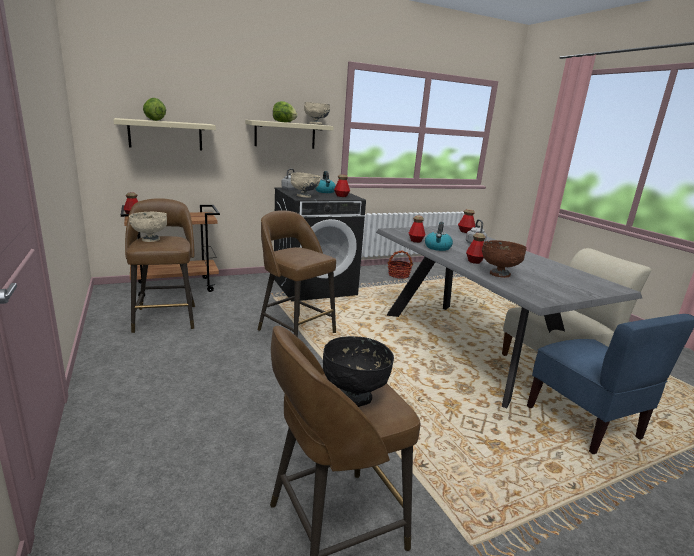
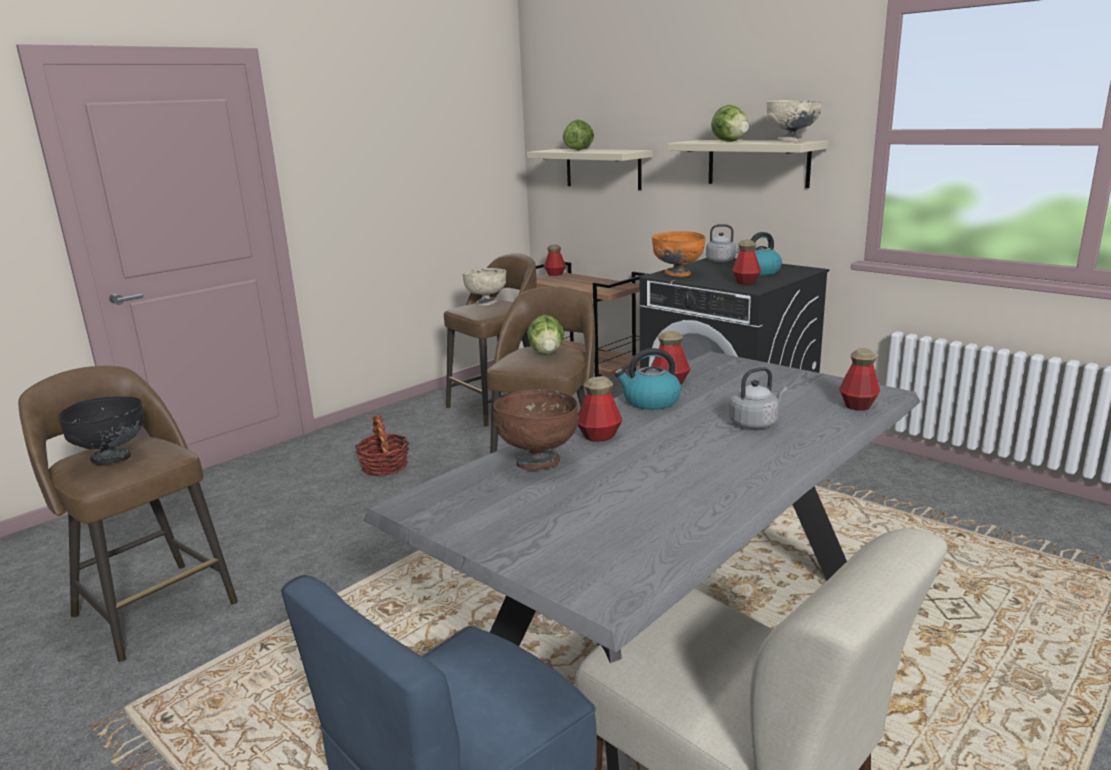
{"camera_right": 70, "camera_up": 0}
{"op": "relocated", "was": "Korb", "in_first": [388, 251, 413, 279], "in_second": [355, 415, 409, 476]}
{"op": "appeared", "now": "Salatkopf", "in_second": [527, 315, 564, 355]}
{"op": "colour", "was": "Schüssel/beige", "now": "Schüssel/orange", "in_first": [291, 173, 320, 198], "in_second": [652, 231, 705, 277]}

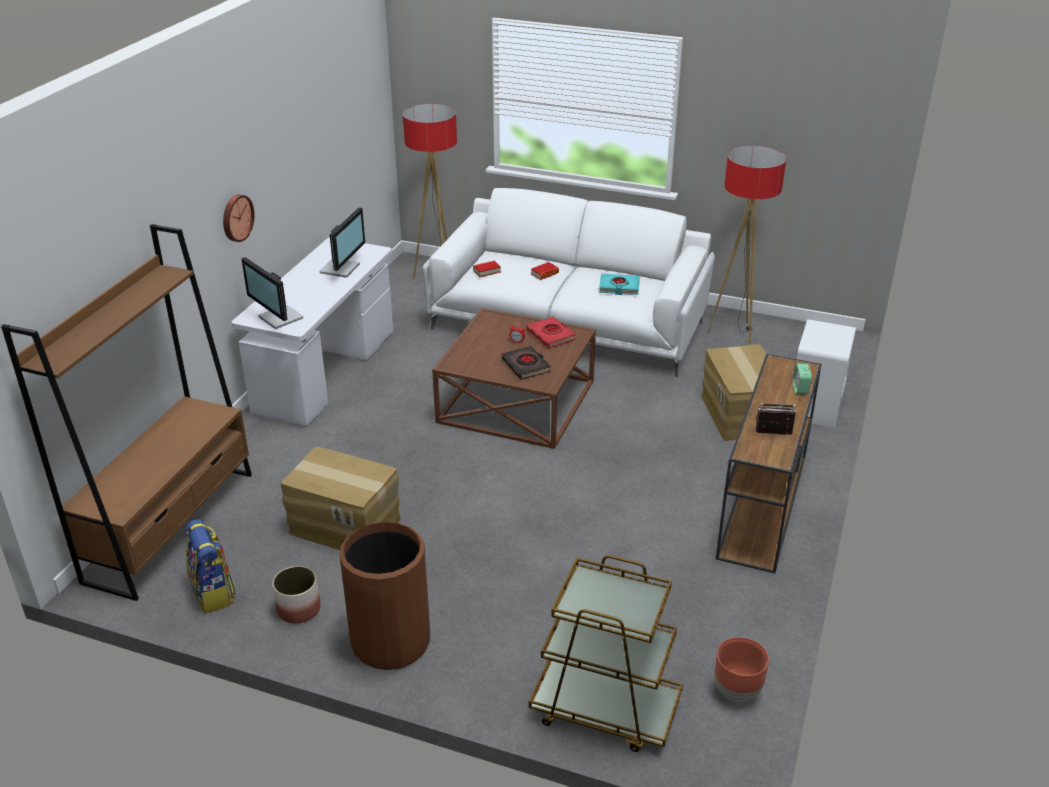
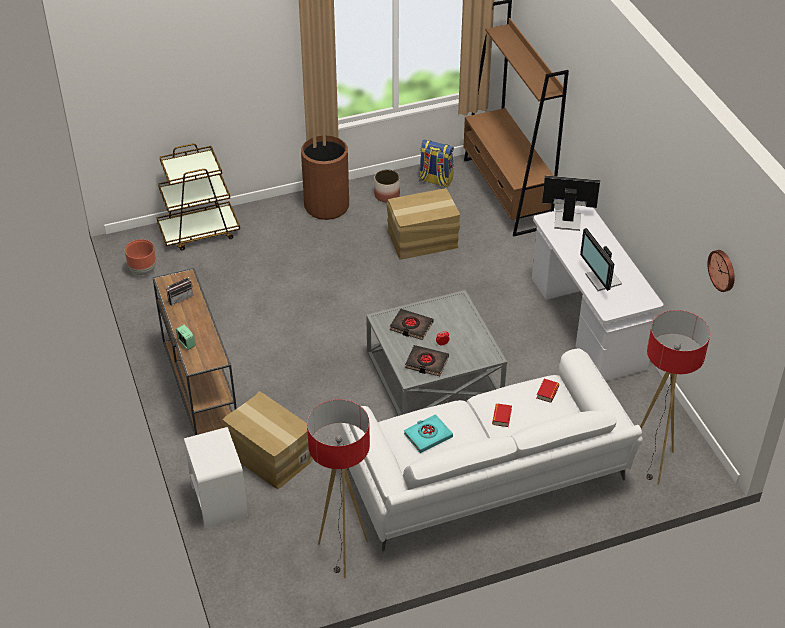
{"camera_right": 140, "camera_up": 10}
{"op": "colour", "was": "Couchtisch/braun", "now": "Couchtisch/grau", "in_first": [432, 308, 596, 449], "in_second": [366, 290, 507, 416]}
{"op": "colour", "was": "Buch/rot", "now": "Buch/schwarz", "in_first": [526, 317, 576, 348], "in_second": [405, 345, 449, 376]}
{"op": "relocated", "was": "Wanduhr", "in_first": [223, 195, 255, 242], "in_second": [707, 250, 735, 292]}

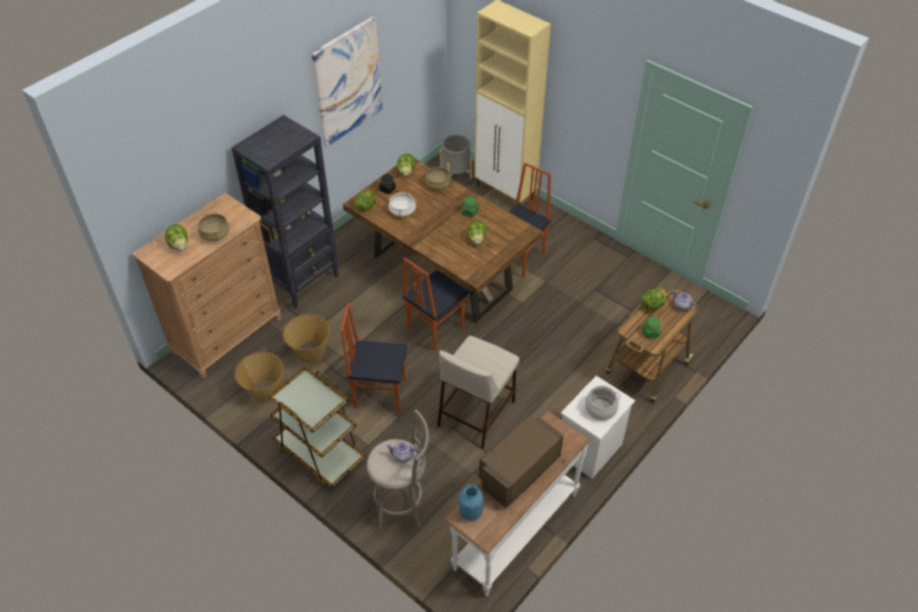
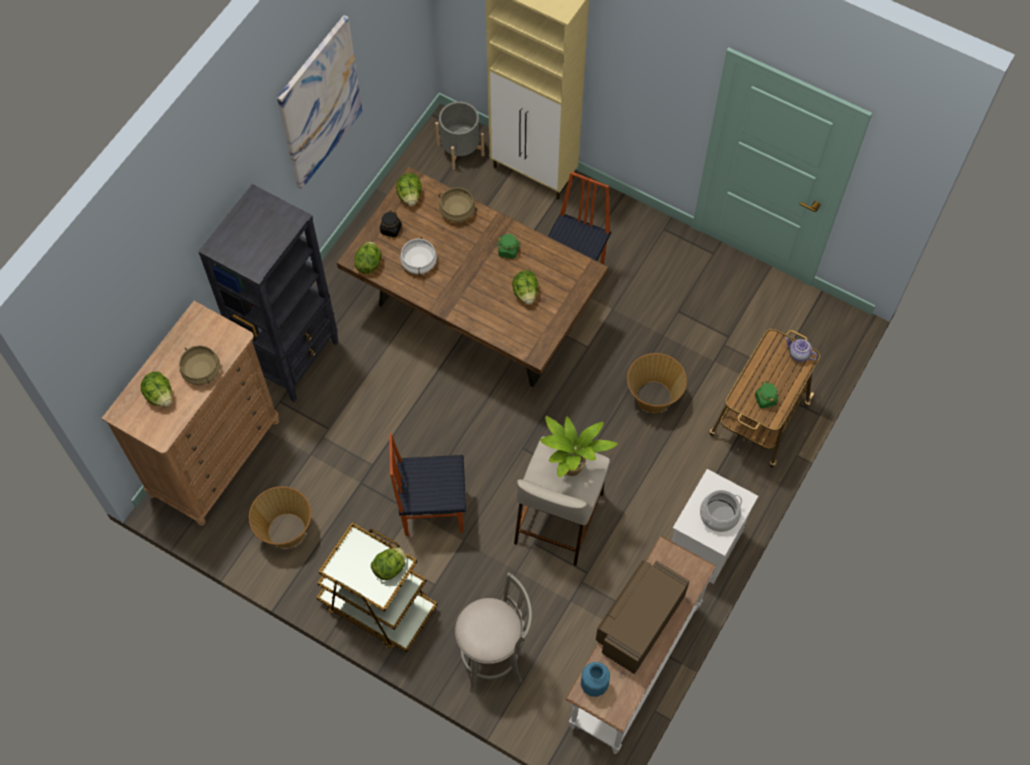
{"camera_right": -10, "camera_up": 15}
{"op": "relocated", "was": "Salatkopf", "in_first": [641, 289, 666, 310], "in_second": [371, 547, 406, 580]}
{"op": "appeared", "now": "Topfpflanze", "in_second": [540, 416, 618, 477]}
{"op": "relocated", "was": "Korb", "in_first": [283, 314, 330, 363], "in_second": [627, 353, 687, 413]}
{"op": "missing", "was": "Teekanne", "in_first": [386, 442, 420, 463]}
{"op": "missing", "was": "Stuhl", "in_first": [403, 257, 469, 351]}

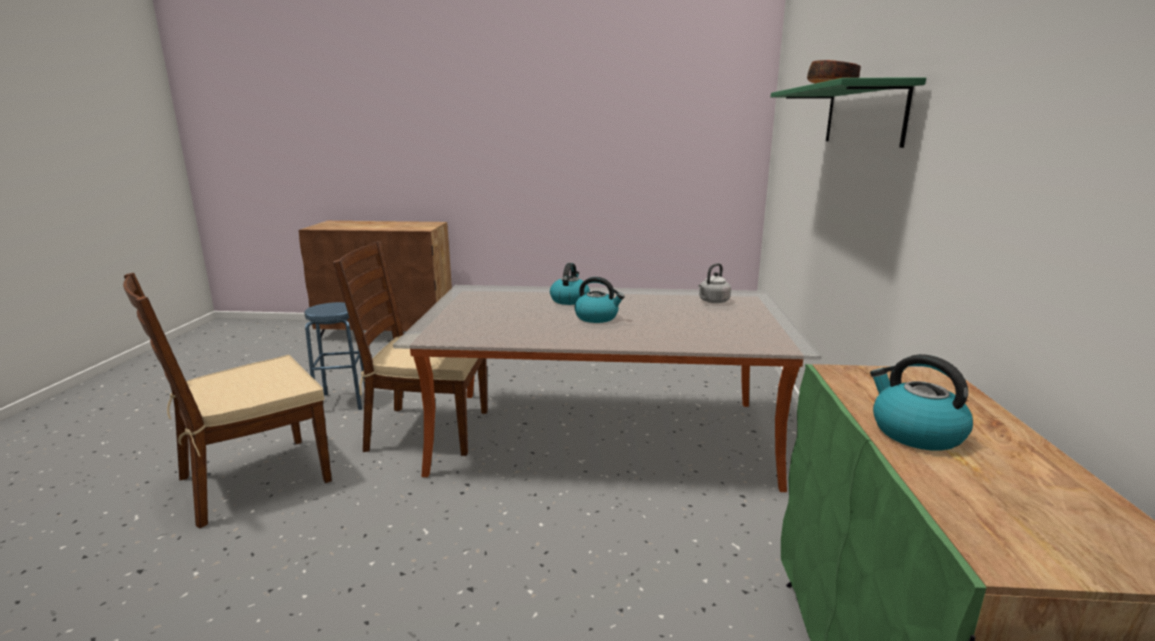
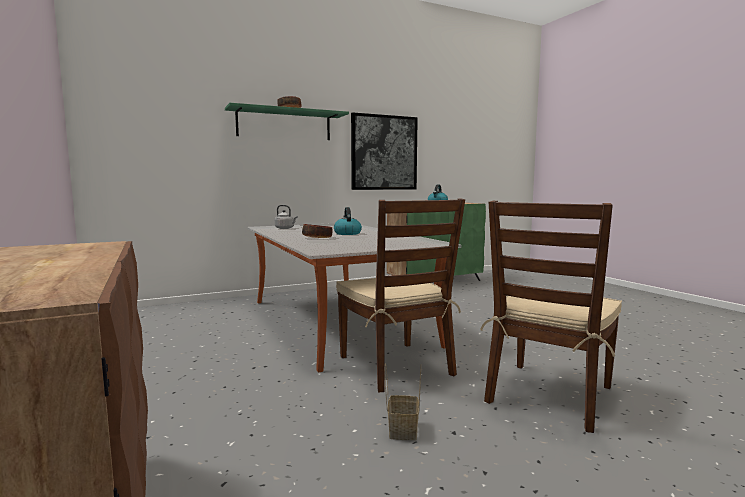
{"camera_right": -120, "camera_up": -10}
{"op": "exchanged", "was": "Wasserkessel", "now": "Schüssel", "in_first": [550, 263, 590, 305], "in_second": [302, 224, 332, 238]}
{"op": "appeared", "now": "Bild", "in_second": [351, 112, 418, 190]}
{"op": "exchanged", "was": "Hocker/blau", "now": "Korb", "in_first": [304, 302, 365, 410], "in_second": [385, 363, 421, 440]}
{"op": "spun", "was": "Stuhl/braun", "in_first": [123, 273, 332, 528], "in_second": [480, 201, 622, 433], "clockwise": 105}

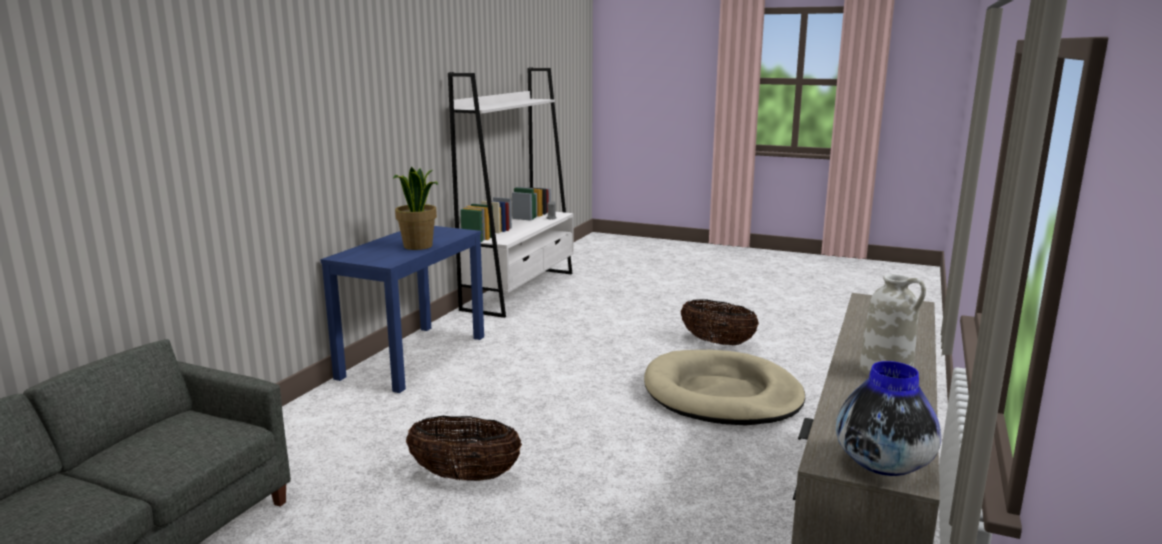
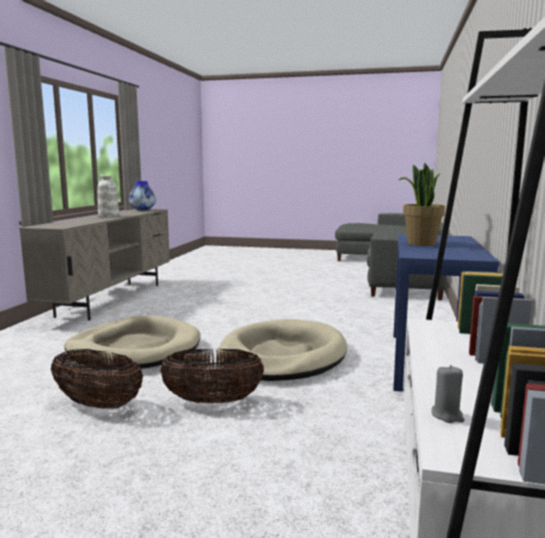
{"camera_right": 170, "camera_up": -5}
{"op": "relocated", "was": "Korb", "in_first": [406, 416, 522, 481], "in_second": [160, 349, 264, 403]}
{"op": "appeared", "now": "Hundebett/beige", "in_second": [218, 319, 347, 381]}

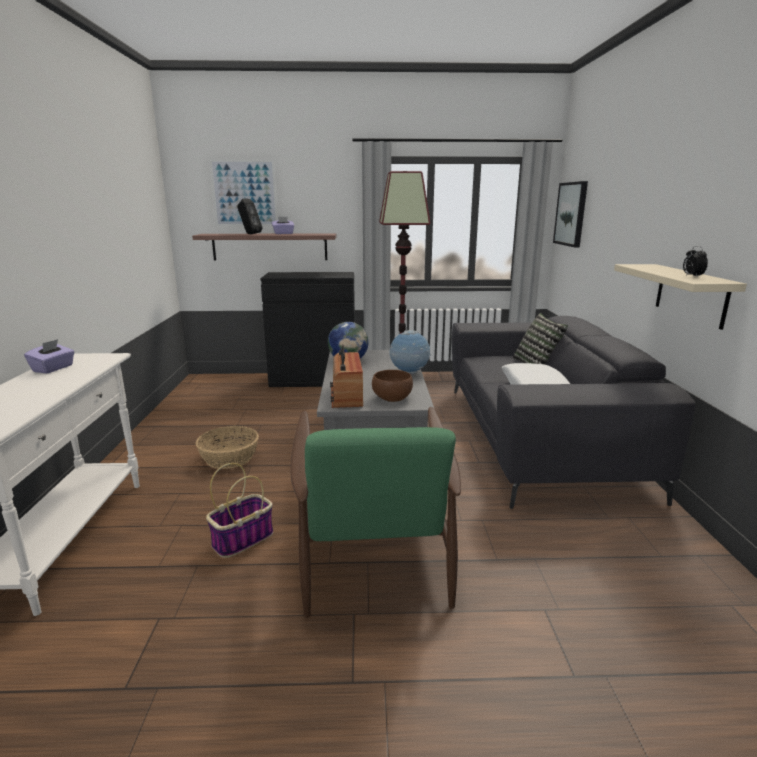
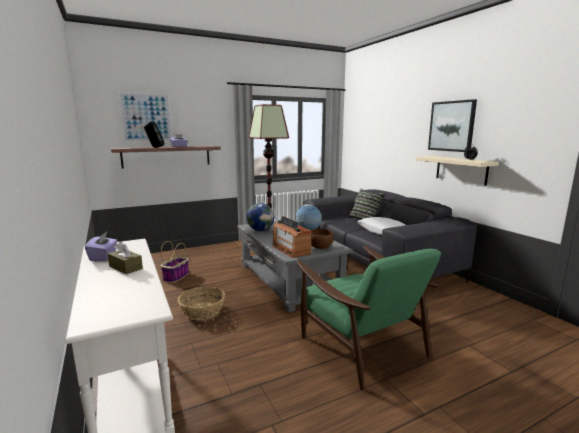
{"camera_right": -25, "camera_up": -5}
{"op": "appeared", "now": "Taschentuchbox/braun", "in_second": [108, 241, 143, 274]}
{"op": "relocated", "was": "Korb", "in_first": [206, 463, 273, 558], "in_second": [161, 241, 189, 283]}
{"op": "relocated", "was": "Bild", "in_first": [553, 181, 588, 248], "in_second": [428, 99, 477, 152]}
{"op": "missing", "was": "Schrank/schwarz", "in_first": [260, 272, 355, 387]}

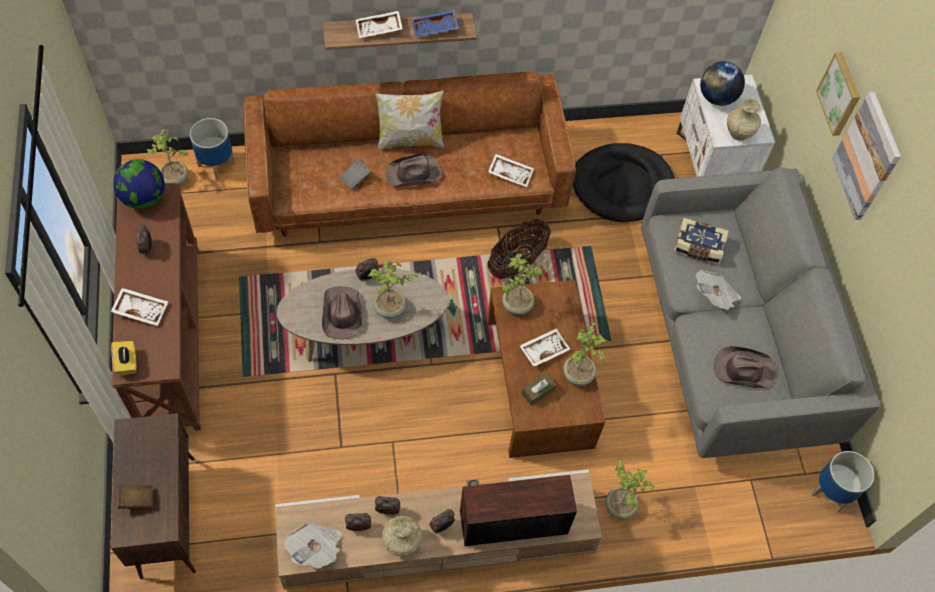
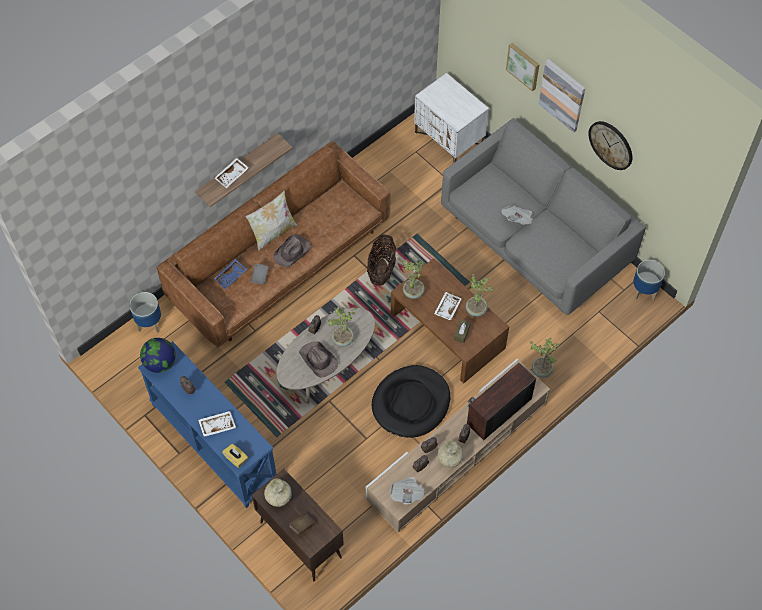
{"camera_right": -30, "camera_up": 0}
{"op": "colour", "was": "Konsolentisch/braun", "now": "Konsolentisch/blau", "in_first": [111, 182, 201, 431], "in_second": [138, 341, 276, 508]}
{"op": "relocated", "was": "Tablett/blau", "in_first": [411, 10, 459, 37], "in_second": [214, 259, 247, 289]}
{"op": "relocated", "was": "Vase/beige", "in_first": [727, 99, 761, 141], "in_second": [264, 479, 292, 507]}
{"op": "relocated", "was": "Hundebett/schwarz", "in_first": [573, 143, 675, 222], "in_second": [372, 365, 450, 438]}
{"op": "appeared", "now": "Wanduhr", "in_second": [588, 121, 632, 170]}
{"op": "missing", "was": "Topfpflanze", "in_first": [146, 129, 188, 184]}
{"op": "missing", "was": "Tablett/weiß", "in_first": [488, 154, 534, 187]}
{"op": "missing", "was": "Buch", "in_first": [674, 218, 729, 264]}
{"op": "missing", "was": "Globus", "in_first": [700, 61, 745, 106]}
{"op": "missing", "was": "Hut/braun", "in_first": [714, 346, 776, 390]}

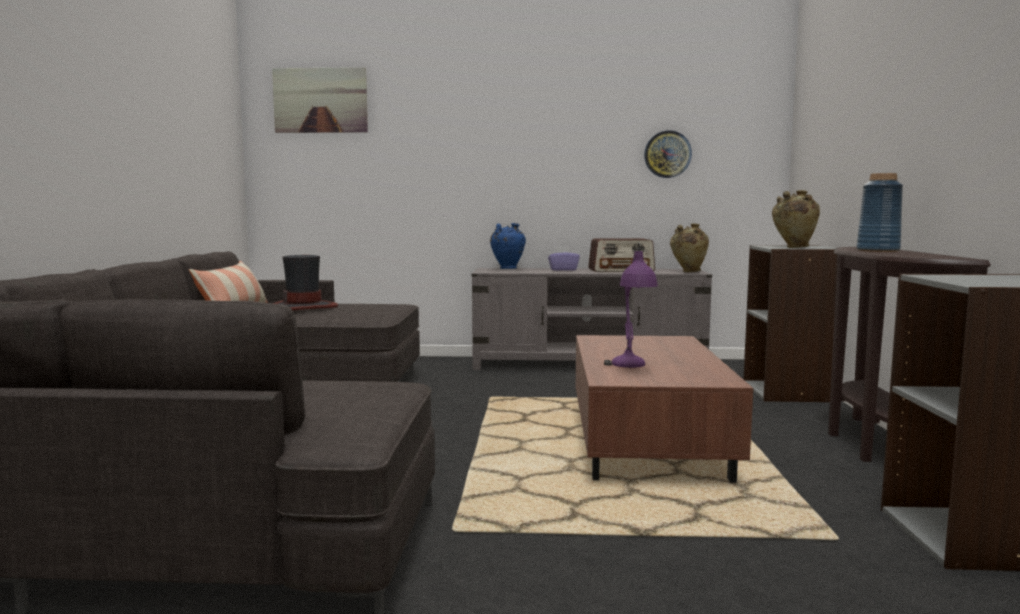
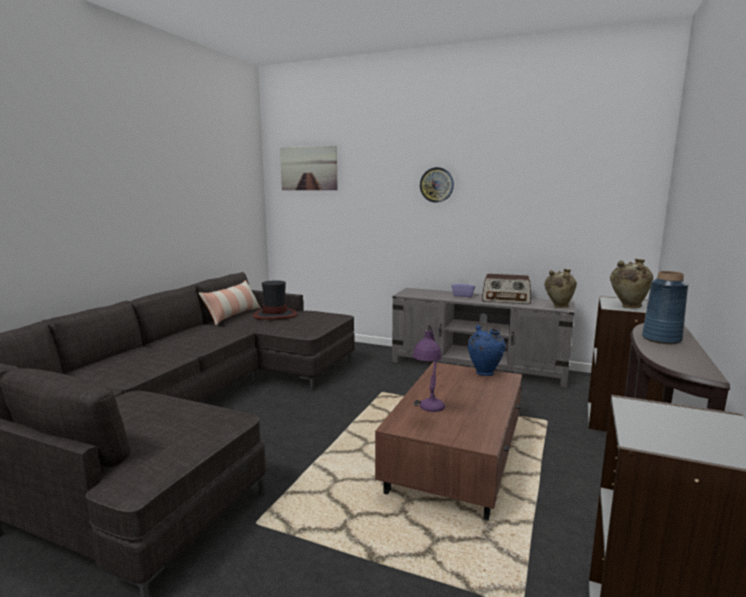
{"camera_right": 20, "camera_up": 5}
{"op": "relocated", "was": "Wanduhr", "in_first": [644, 130, 692, 178], "in_second": [420, 167, 454, 203]}
{"op": "relocated", "was": "Vase/blau", "in_first": [490, 223, 526, 269], "in_second": [468, 325, 506, 376]}

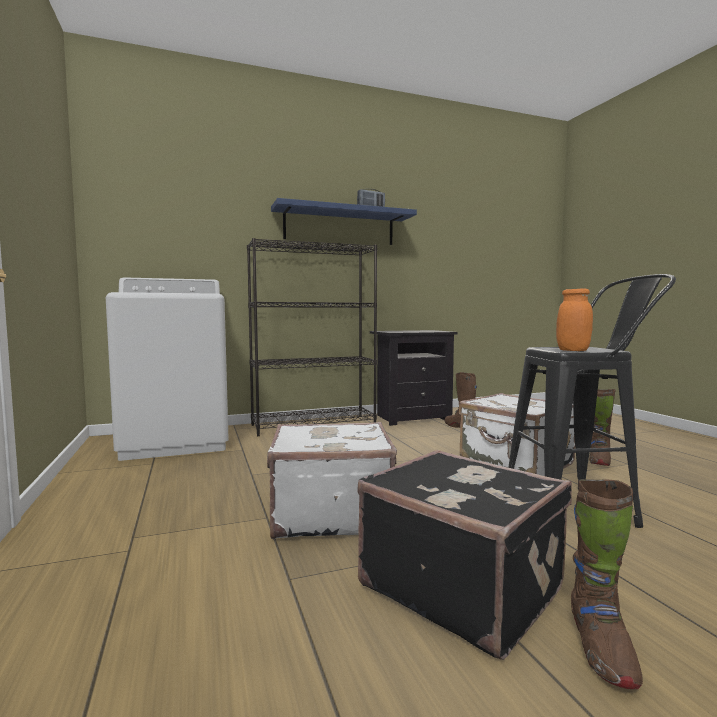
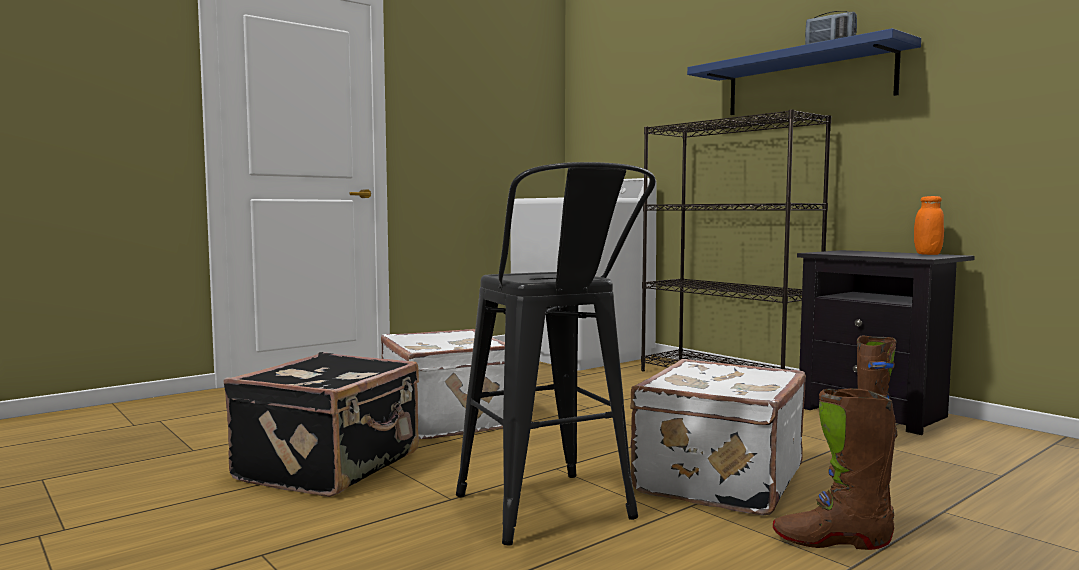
{"camera_right": 70, "camera_up": 0}
{"op": "relocated", "was": "Vorratsglas/orange", "in_first": [556, 288, 593, 351], "in_second": [914, 196, 944, 255]}
{"op": "missing", "was": "Stiefel/braun", "in_first": [571, 479, 643, 689]}

